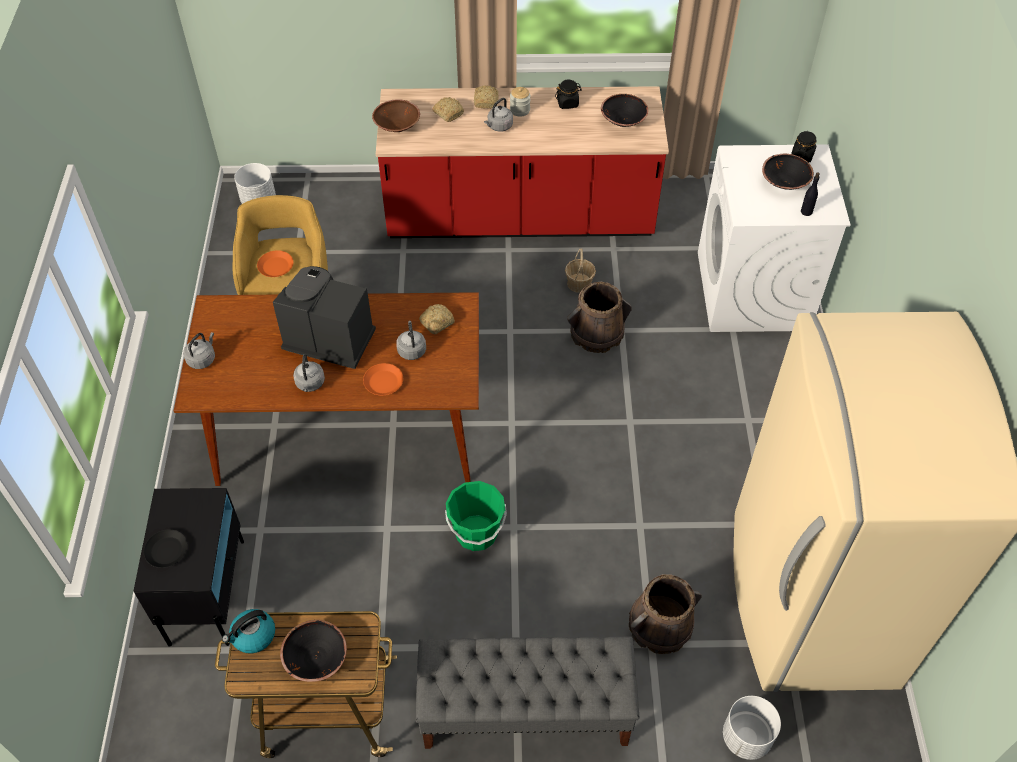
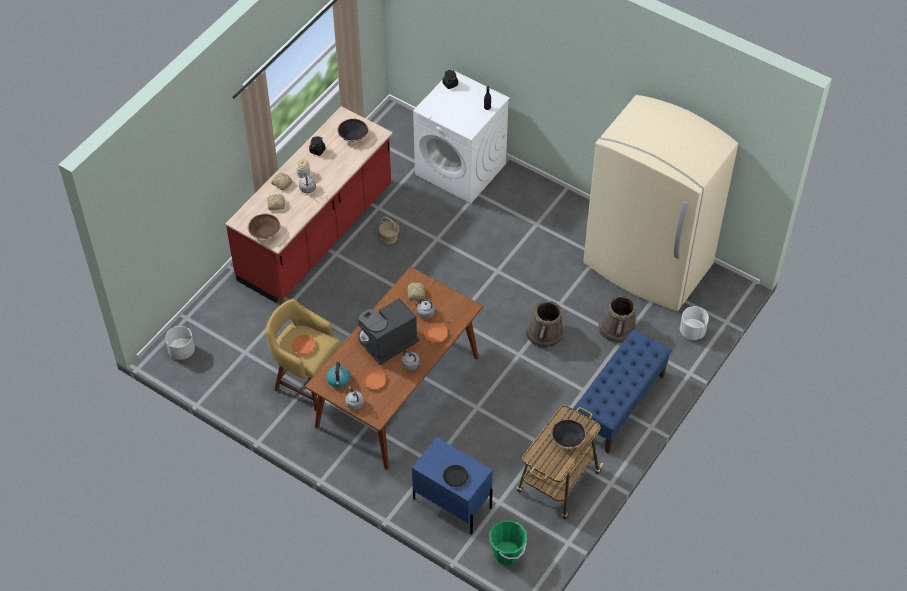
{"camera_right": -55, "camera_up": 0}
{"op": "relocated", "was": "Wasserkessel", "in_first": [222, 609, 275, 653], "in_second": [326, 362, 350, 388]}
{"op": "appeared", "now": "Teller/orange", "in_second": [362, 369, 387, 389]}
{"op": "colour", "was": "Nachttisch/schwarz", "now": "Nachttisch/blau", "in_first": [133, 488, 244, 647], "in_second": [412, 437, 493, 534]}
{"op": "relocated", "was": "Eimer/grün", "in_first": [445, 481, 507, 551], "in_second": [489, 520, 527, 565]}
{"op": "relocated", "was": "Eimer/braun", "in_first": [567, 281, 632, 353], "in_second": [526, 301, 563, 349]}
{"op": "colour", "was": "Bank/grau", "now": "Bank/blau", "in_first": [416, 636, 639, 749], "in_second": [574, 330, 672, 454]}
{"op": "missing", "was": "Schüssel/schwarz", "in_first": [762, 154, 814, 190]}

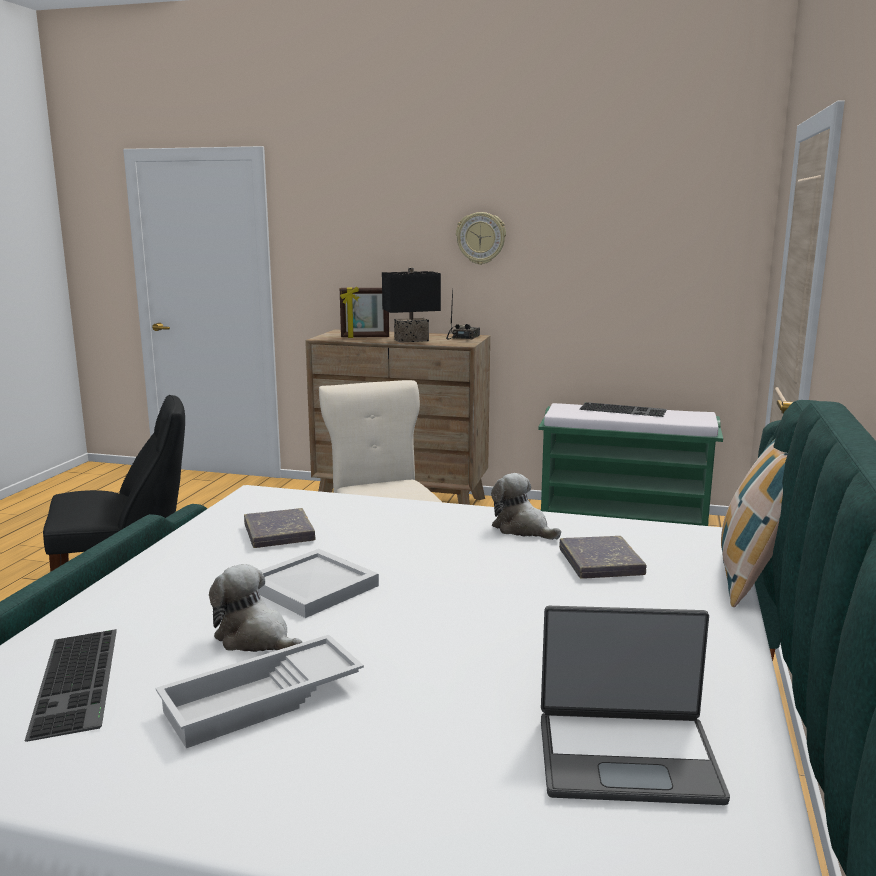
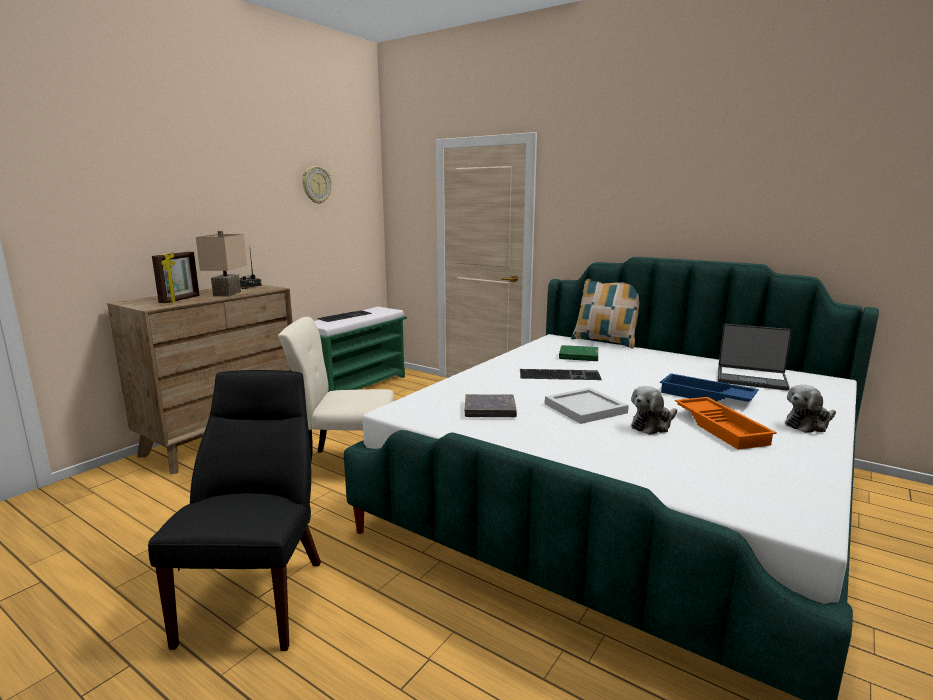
{"camera_right": -70, "camera_up": 0}
{"op": "colour", "was": "Tischlampe/schwarz", "now": "Tischlampe/beige", "in_first": [382, 268, 441, 343], "in_second": [196, 231, 247, 297]}
{"op": "relocated", "was": "Wanduhr", "in_first": [456, 212, 506, 265], "in_second": [302, 166, 332, 204]}
{"op": "relocated", "was": "Tastatur", "in_first": [25, 629, 117, 742], "in_second": [520, 369, 602, 380]}
{"op": "colour", "was": "Buch/grau", "now": "Buch/grün", "in_first": [559, 536, 646, 579], "in_second": [559, 345, 598, 361]}
{"op": "appeared", "now": "Tablett/blau", "in_second": [660, 373, 759, 402]}
{"op": "colour", "was": "Tablett/weiß", "now": "Tablett/orange", "in_first": [156, 635, 364, 748], "in_second": [675, 397, 777, 450]}
{"op": "spun", "was": "Laptop", "in_first": [541, 606, 730, 805], "in_second": [718, 324, 792, 391], "clockwise": 90}
{"op": "relocated", "was": "Plüschtier", "in_first": [491, 473, 561, 540], "in_second": [785, 385, 836, 433]}

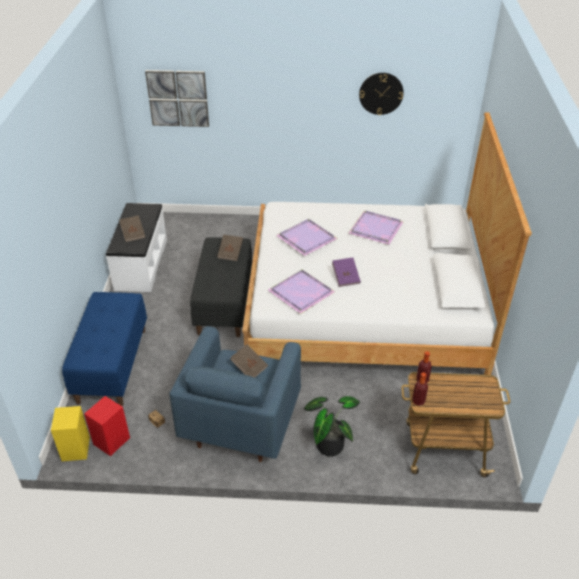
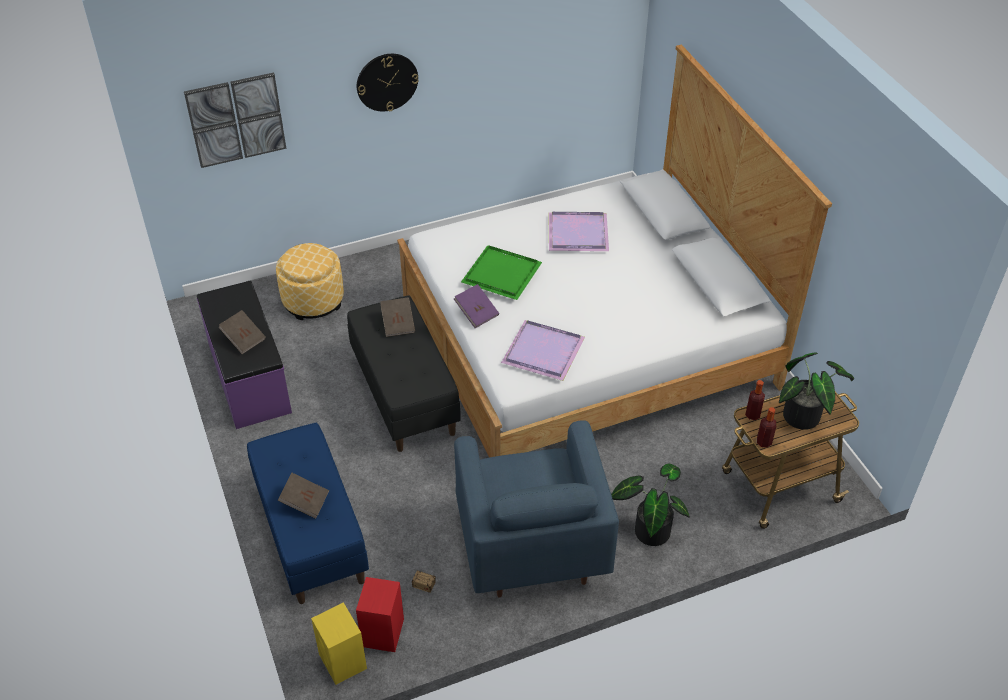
{"camera_right": -25, "camera_up": 5}
{"op": "colour", "was": "Bank/weiß", "now": "Bank/lila", "in_first": [106, 203, 167, 292], "in_second": [197, 281, 292, 429]}
{"op": "appeared", "now": "Polsterhocker", "in_second": [276, 243, 344, 320]}
{"op": "relocated", "was": "Buch/braun", "in_first": [230, 344, 268, 378], "in_second": [278, 472, 329, 519]}
{"op": "relocated", "was": "Wanduhr", "in_first": [359, 73, 404, 115], "in_second": [357, 54, 419, 111]}
{"op": "relocated", "was": "Buch/lila", "in_first": [332, 257, 361, 287], "in_second": [454, 284, 499, 328]}
{"op": "colour", "was": "Tablett/lila", "now": "Tablett/grün", "in_first": [276, 219, 338, 256], "in_second": [461, 245, 542, 300]}
{"op": "appeared", "now": "Topfpflanze", "in_second": [779, 352, 854, 430]}

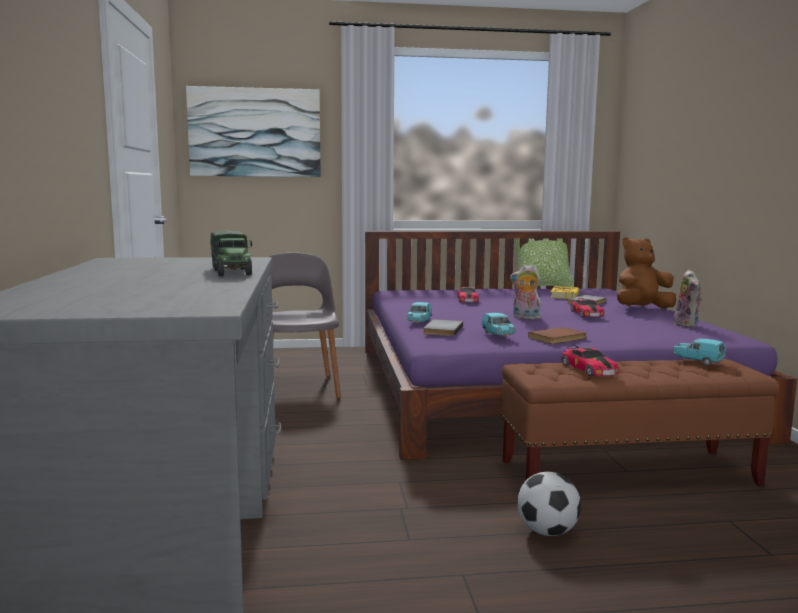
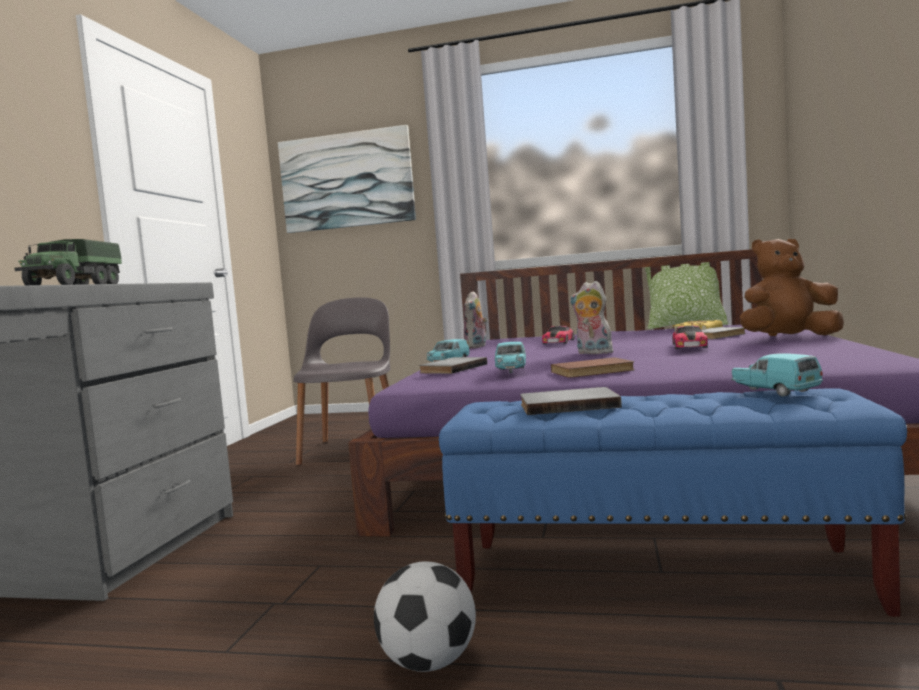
{"camera_right": 20, "camera_up": -5}
{"op": "colour", "was": "Bank/braun", "now": "Bank/blau", "in_first": [500, 359, 779, 487], "in_second": [439, 388, 907, 617]}
{"op": "relocated", "was": "Plüschtier", "in_first": [673, 270, 702, 328], "in_second": [464, 291, 487, 349]}
{"op": "exchanged", "was": "Spielzeugauto", "now": "Buch/grau", "in_first": [561, 345, 619, 376], "in_second": [520, 387, 622, 415]}

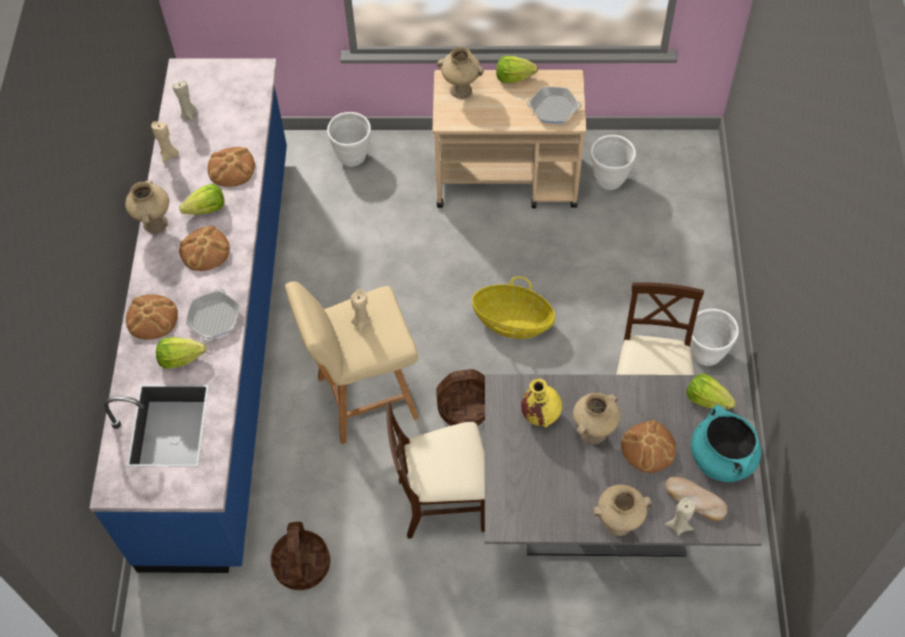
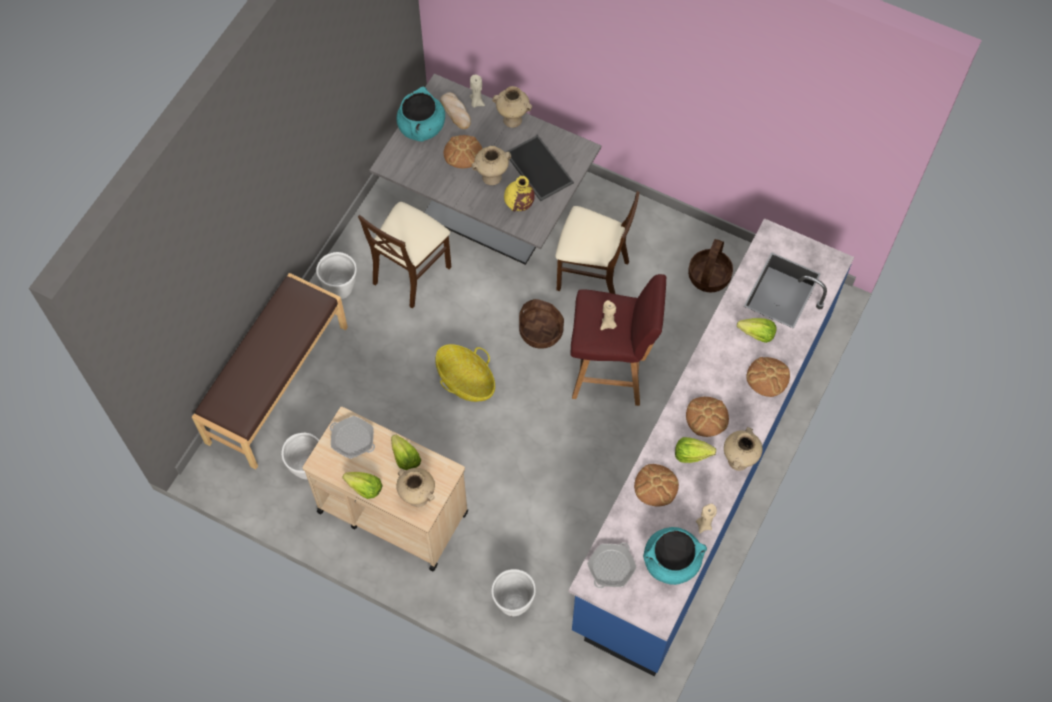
{"camera_right": -155, "camera_up": 5}
{"op": "appeared", "now": "Bank/braun", "in_second": [192, 273, 348, 469]}
{"op": "relocated", "was": "Salatkopf", "in_first": [686, 373, 736, 409], "in_second": [391, 435, 421, 470]}
{"op": "appeared", "now": "Tablett", "in_second": [506, 135, 574, 201]}
{"op": "colour", "was": "Hocker/beige", "now": "Hocker/rot", "in_first": [285, 281, 419, 444], "in_second": [570, 274, 666, 406]}
{"op": "relocated", "was": "Pfanne", "in_first": [186, 288, 240, 342], "in_second": [587, 543, 637, 588]}
{"op": "exchanged", "was": "Kerze/beige", "now": "Kochtopf/türkis", "in_first": [172, 80, 197, 121], "in_second": [643, 527, 707, 585]}

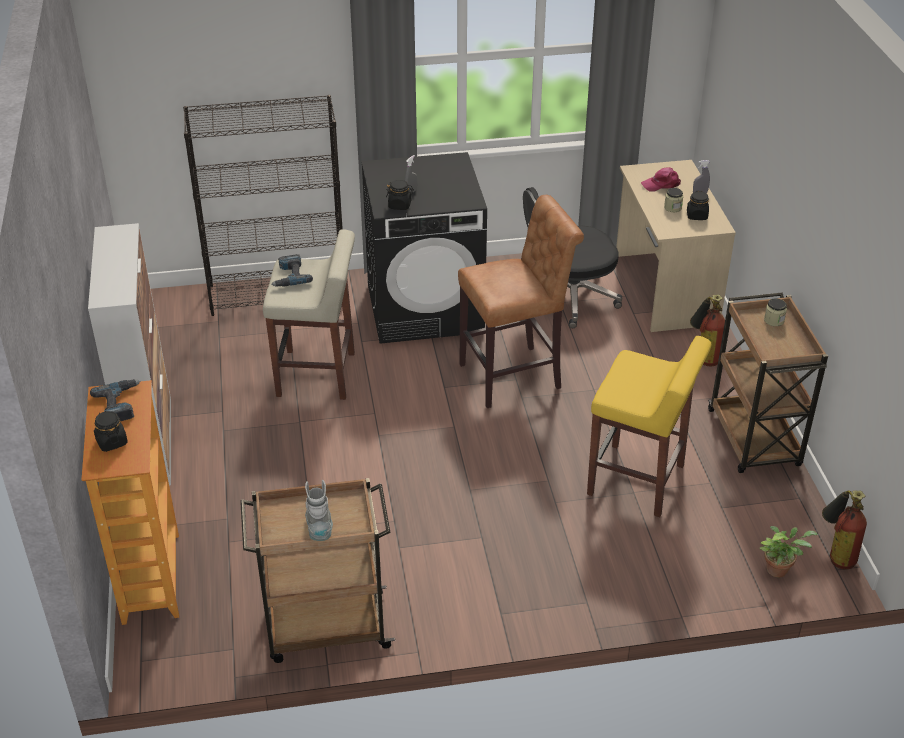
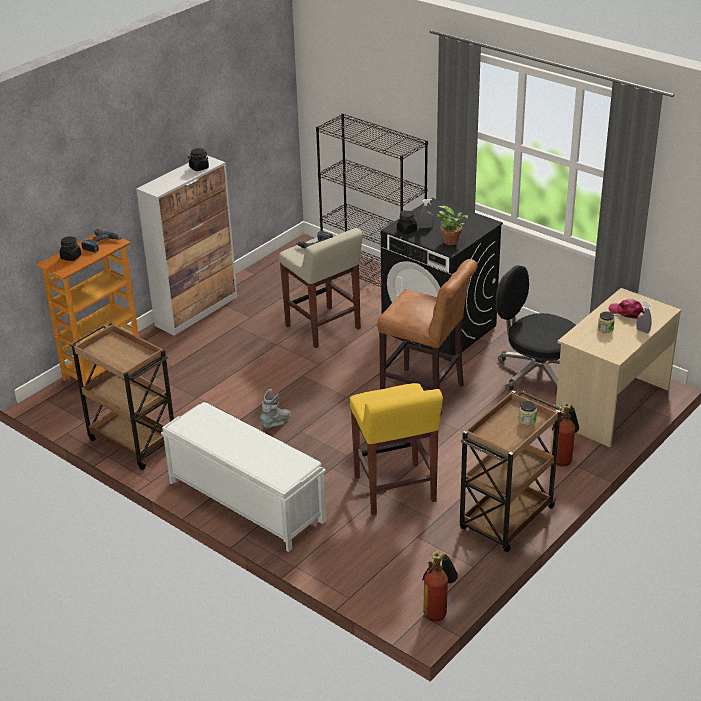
{"camera_right": 50, "camera_up": -5}
{"op": "appeared", "now": "Bank/weiß", "in_second": [161, 402, 326, 552]}
{"op": "relocated", "was": "Vorratsglas/schwarz", "in_first": [687, 191, 709, 220], "in_second": [188, 148, 209, 171]}
{"op": "relocated", "was": "Stiefel/grau", "in_first": [305, 479, 333, 541], "in_second": [260, 389, 291, 428]}
{"op": "relocated", "was": "Topfpflanze", "in_first": [759, 526, 818, 578], "in_second": [437, 205, 468, 245]}

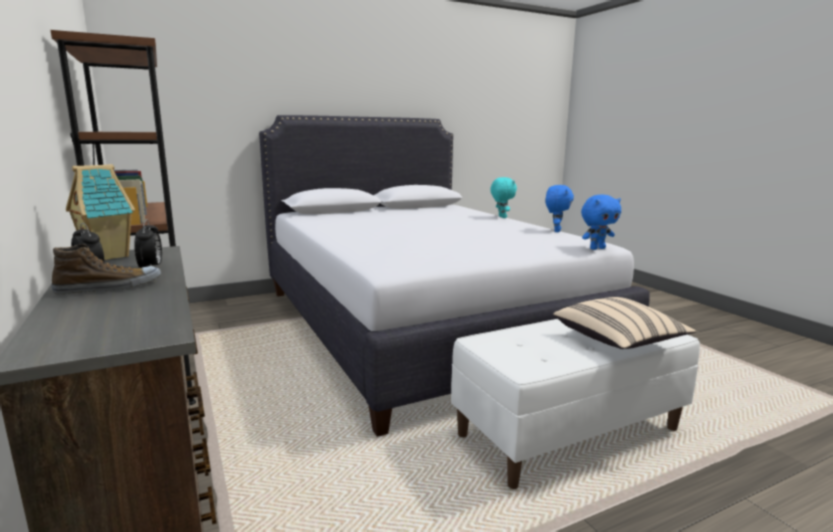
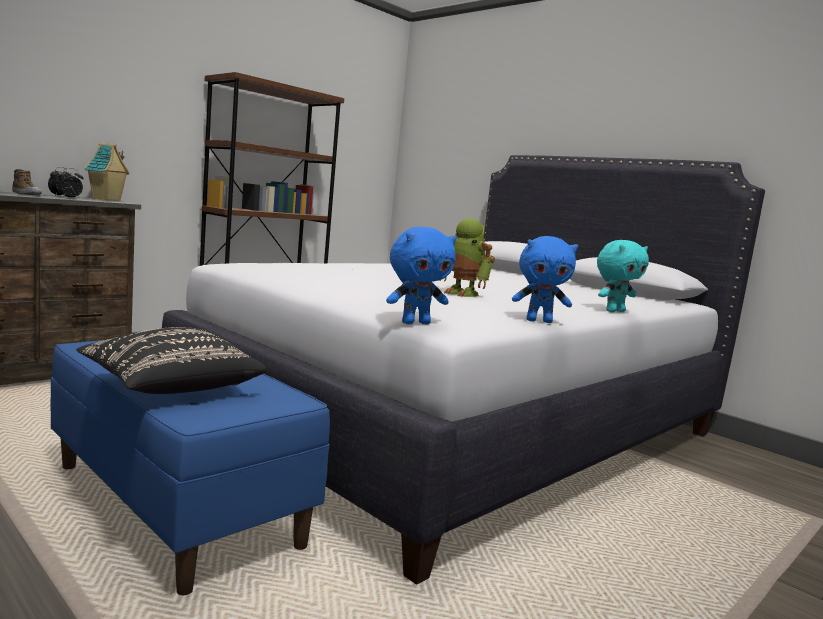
{"camera_right": 70, "camera_up": -5}
{"op": "colour", "was": "Bank/weiß", "now": "Bank/blau", "in_first": [451, 319, 700, 489], "in_second": [50, 340, 330, 595]}
{"op": "colour", "was": "Kissen/beige", "now": "Kissen/schwarz", "in_first": [553, 297, 696, 349], "in_second": [76, 327, 267, 394]}
{"op": "spun", "was": "Plüschtier/blau", "in_first": [581, 195, 621, 250], "in_second": [386, 227, 457, 324], "clockwise": -75}
{"op": "appeared", "now": "Spielzeugroboter", "in_second": [439, 218, 495, 297]}

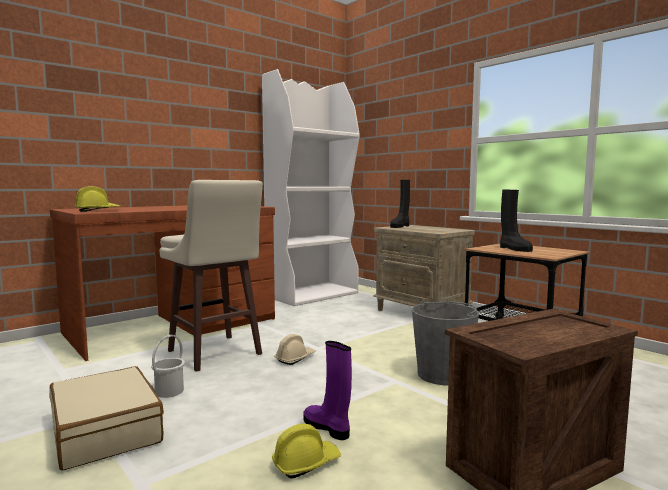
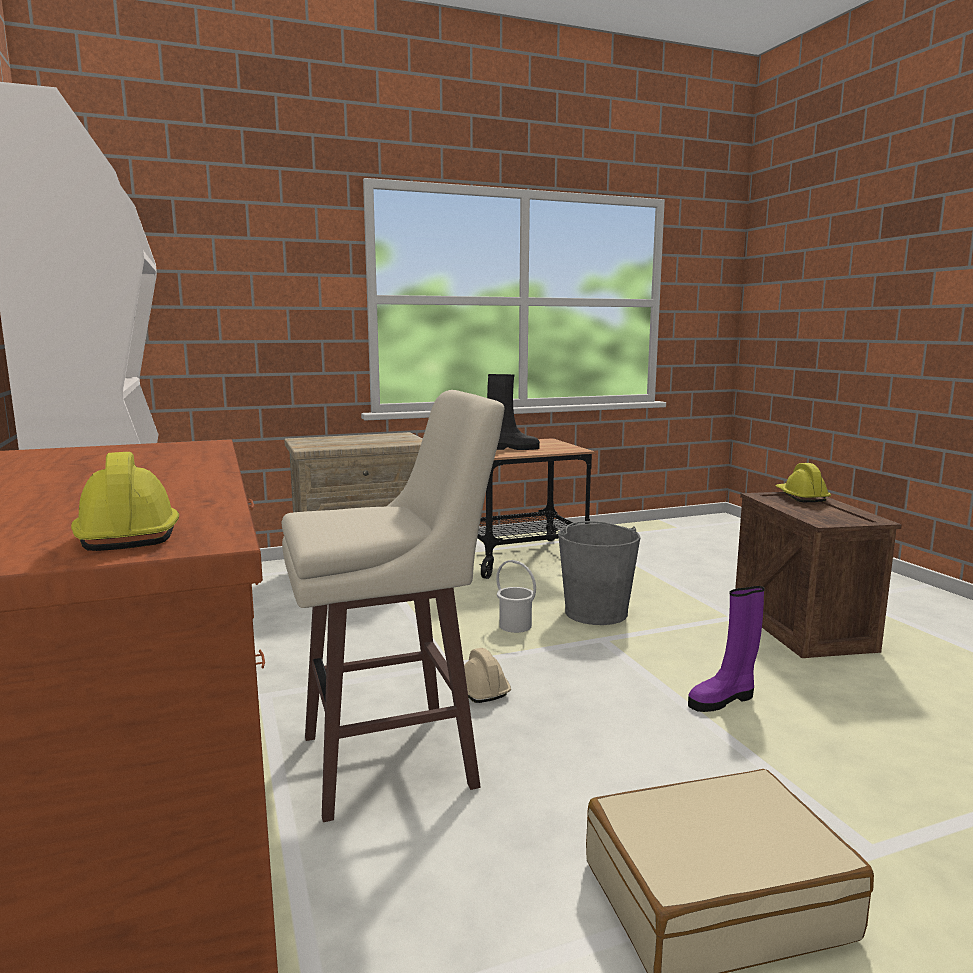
{"camera_right": -70, "camera_up": 5}
{"op": "relocated", "was": "Eimer/weiß", "in_first": [151, 335, 185, 398], "in_second": [496, 560, 536, 633]}
{"op": "relocated", "was": "Schutzhelm/gelb", "in_first": [272, 424, 341, 478], "in_second": [776, 463, 831, 502]}
{"op": "missing", "was": "Stiefel/schwarz", "in_first": [390, 180, 410, 228]}

